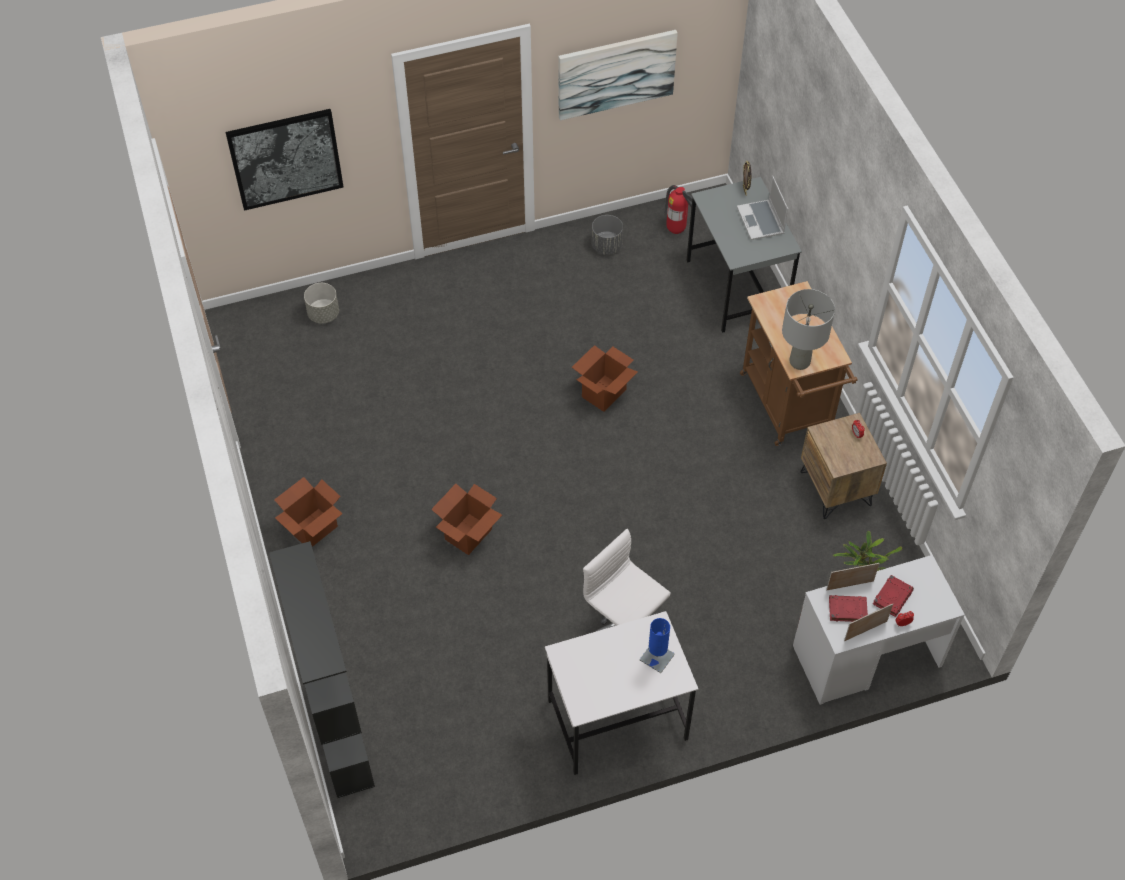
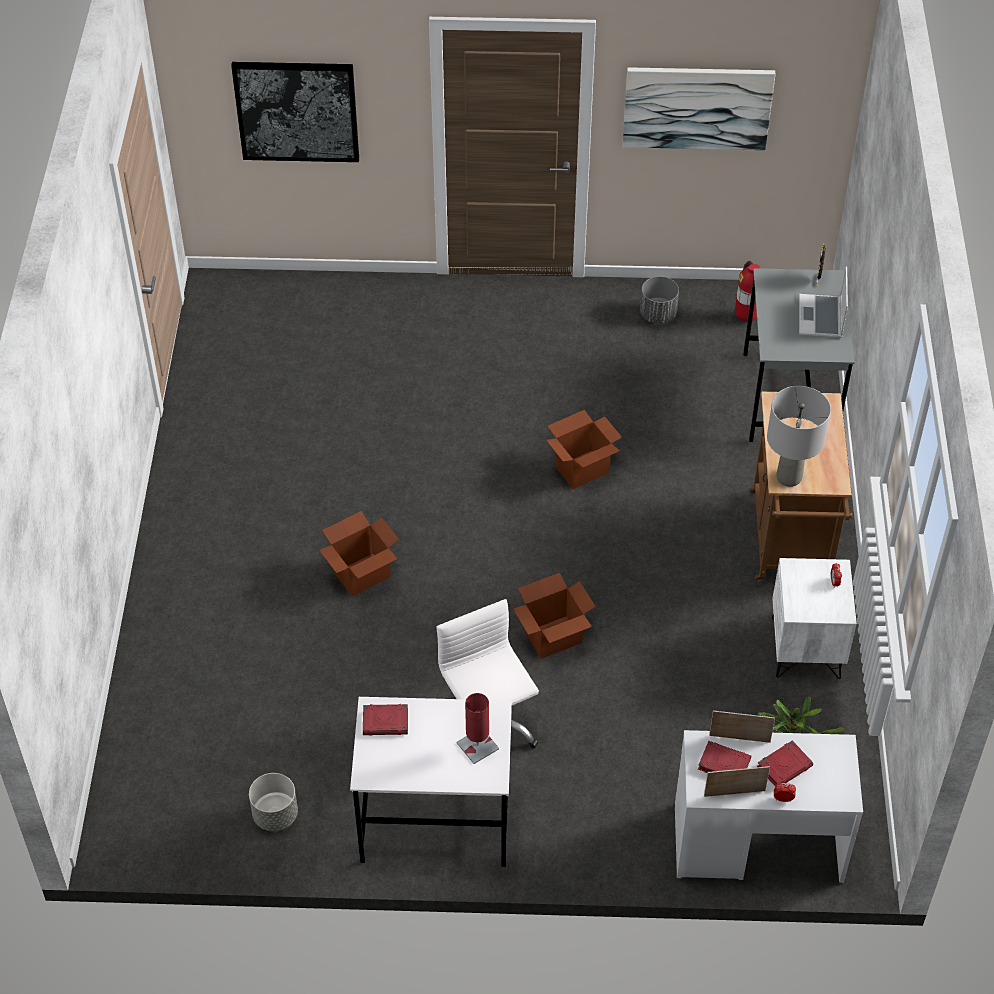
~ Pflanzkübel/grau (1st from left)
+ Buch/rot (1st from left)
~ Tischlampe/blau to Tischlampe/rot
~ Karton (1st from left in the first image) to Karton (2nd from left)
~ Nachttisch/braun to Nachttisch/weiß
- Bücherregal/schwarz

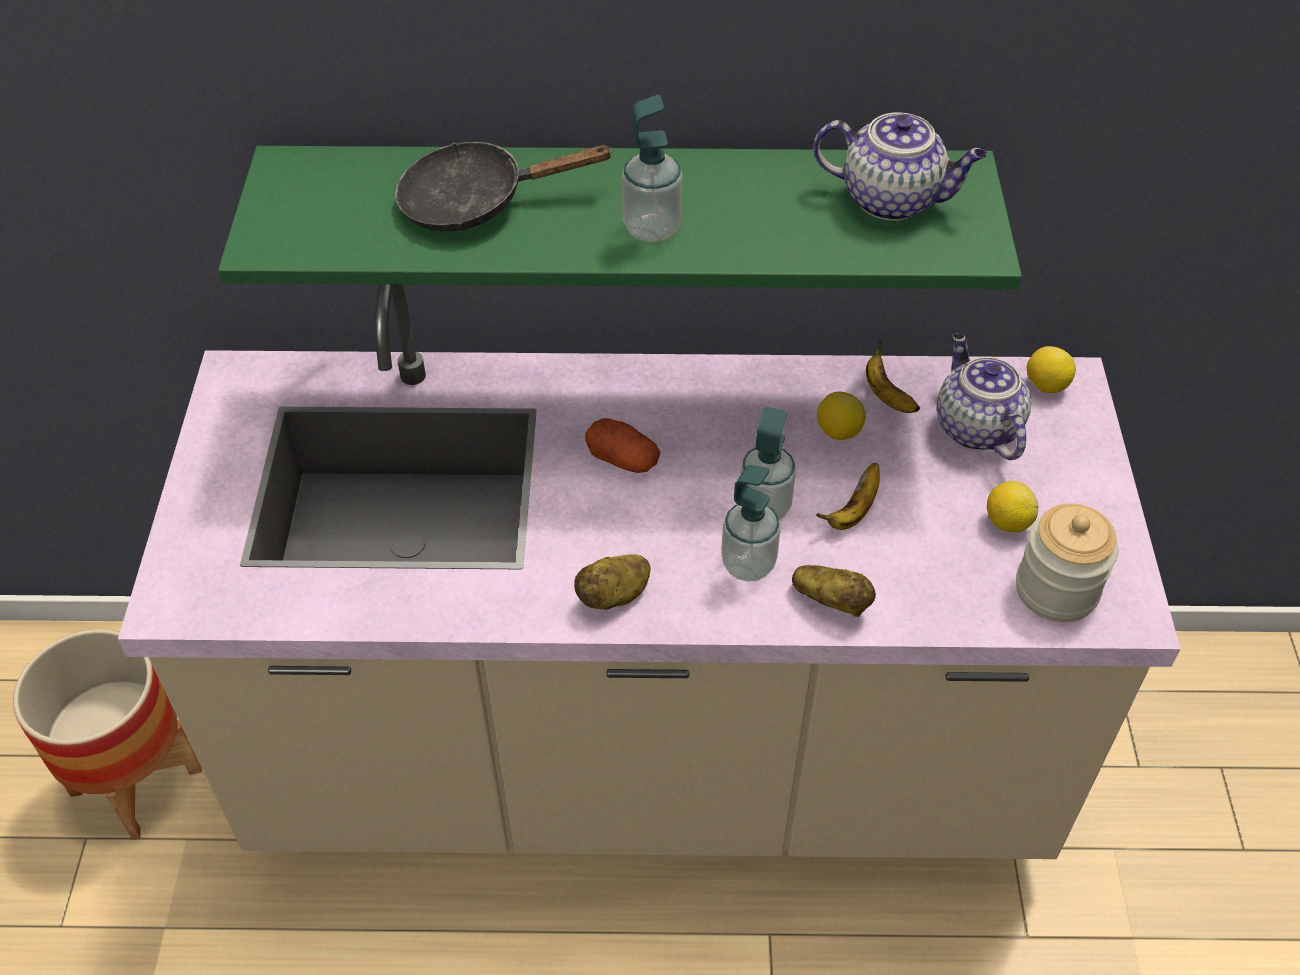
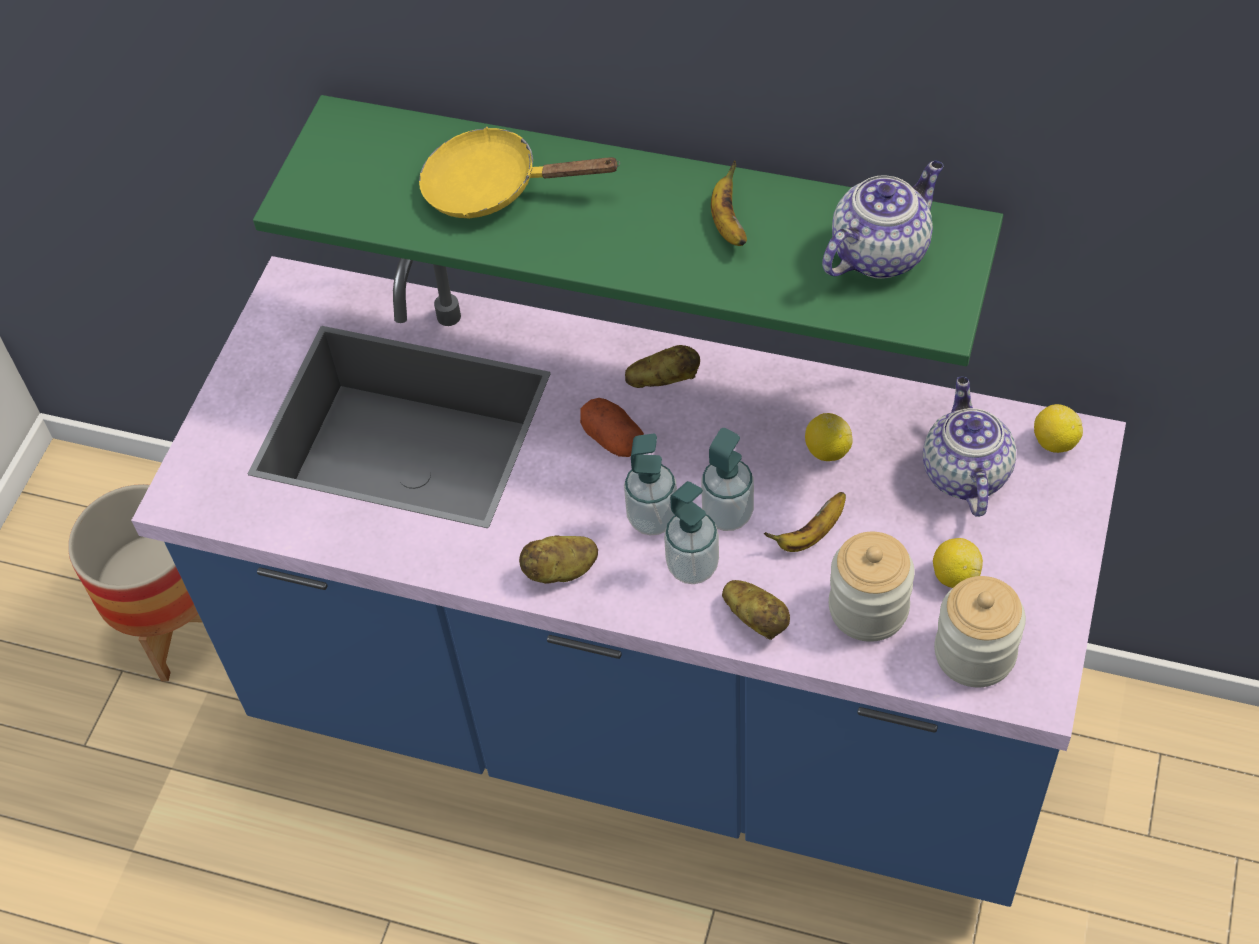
~ Küchenzeile/beige to Küchenzeile/blau
~ Pfanne/schwarz to Pfanne/gelb
~ Seifenspender (1st from left)
+ Kartoffel (3rd from left)
~ Banane (2nd from left in the first image) to Banane (1st from left)
~ Teekanne (1st from left) 75 degrees counterclockwise
+ Vorratsglas (1st from left)

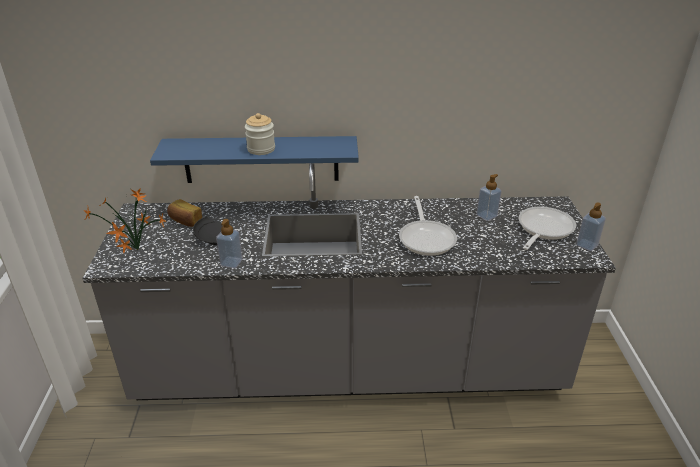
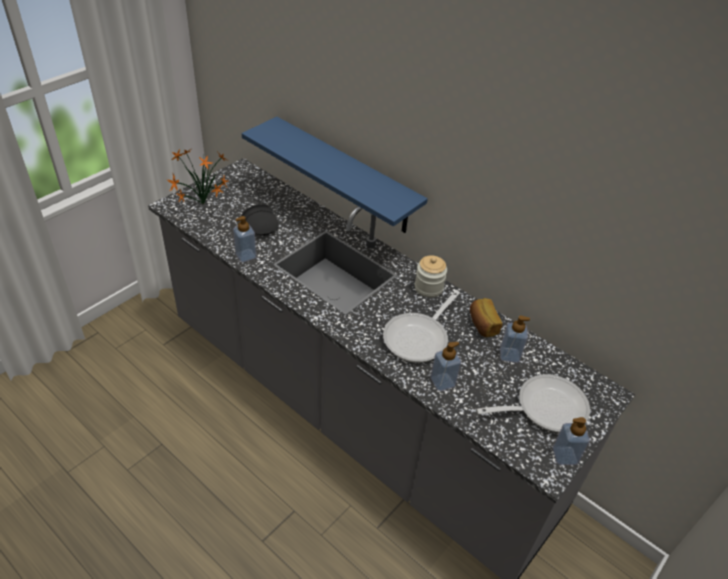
~ Vorratsglas
+ Seifenspender (2nd from left)
~ Brot

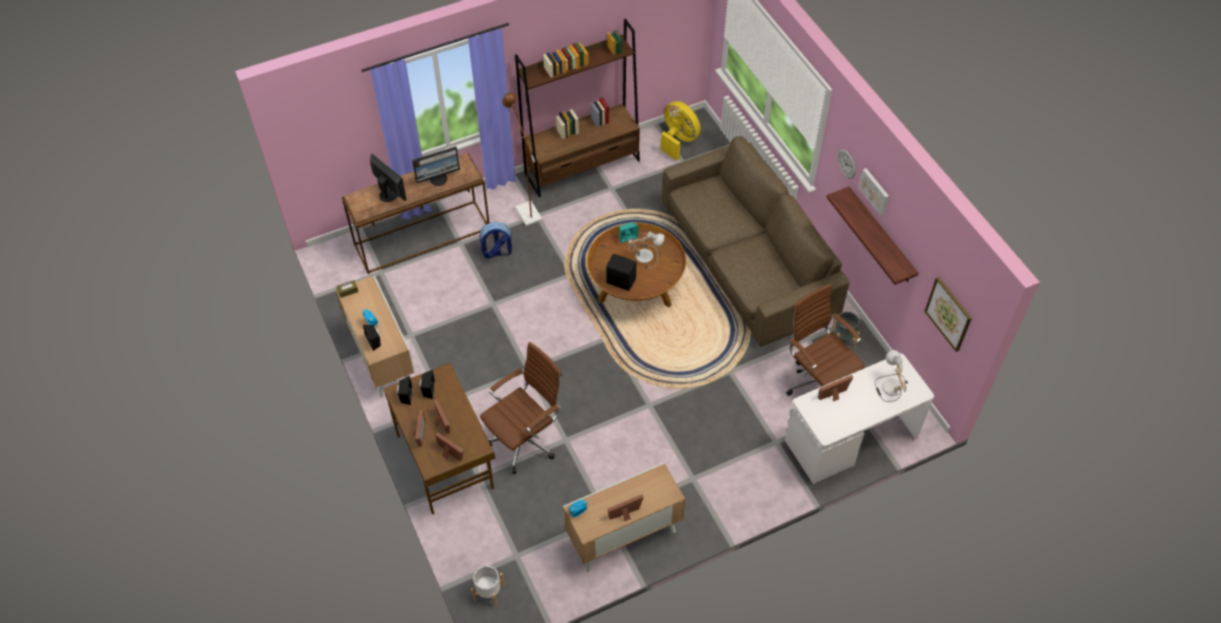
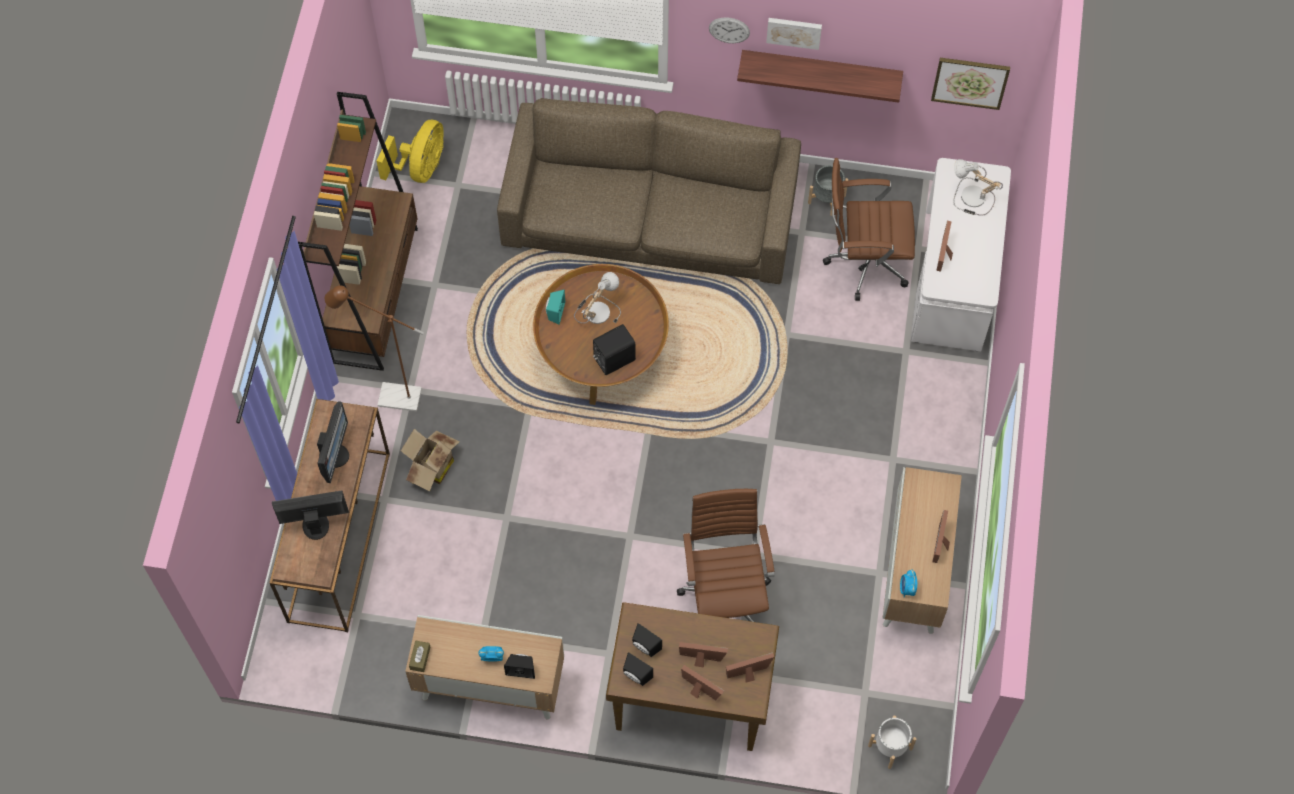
~ Ventilator/gelb 120 degrees clockwise
~ Rucksack to Karton

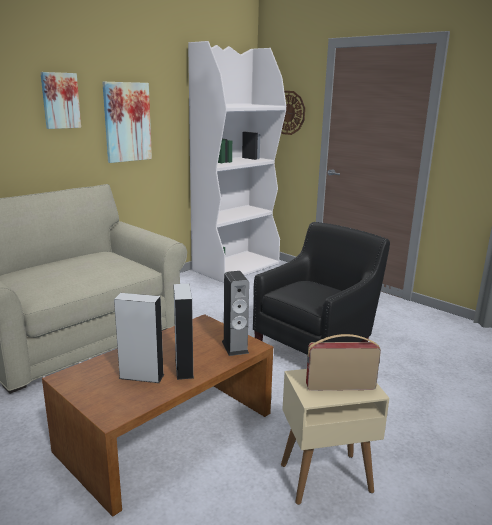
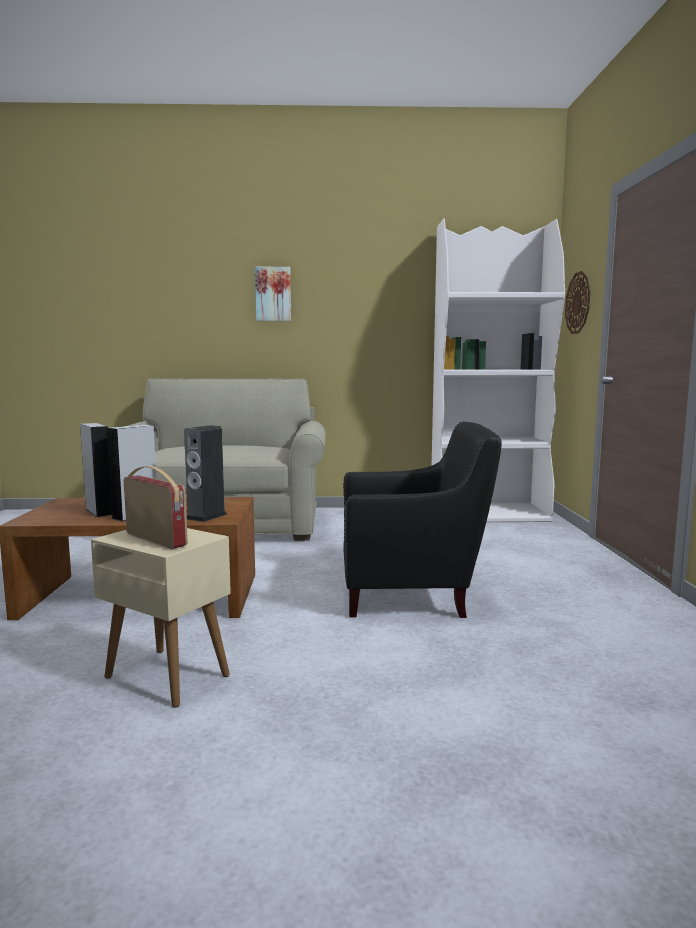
- Bild (2nd from left)

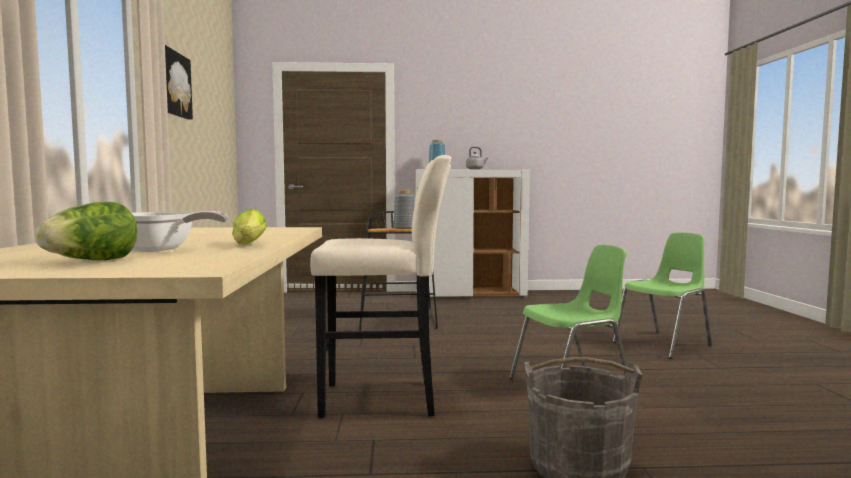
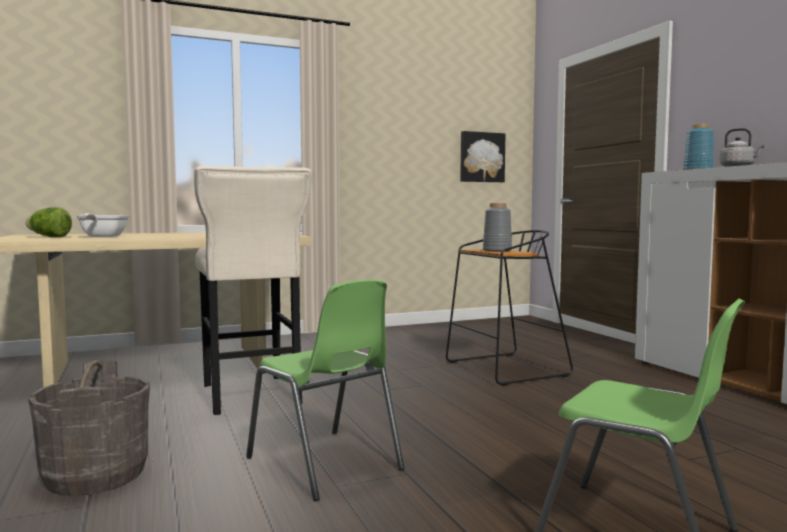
~ Bild
- Salatkopf (2nd from left)

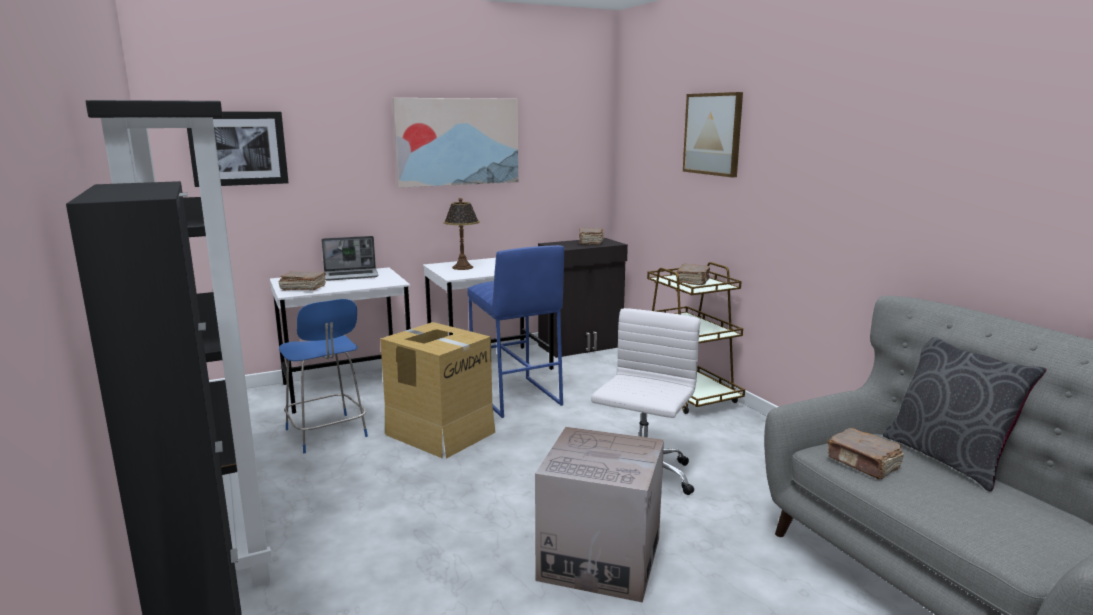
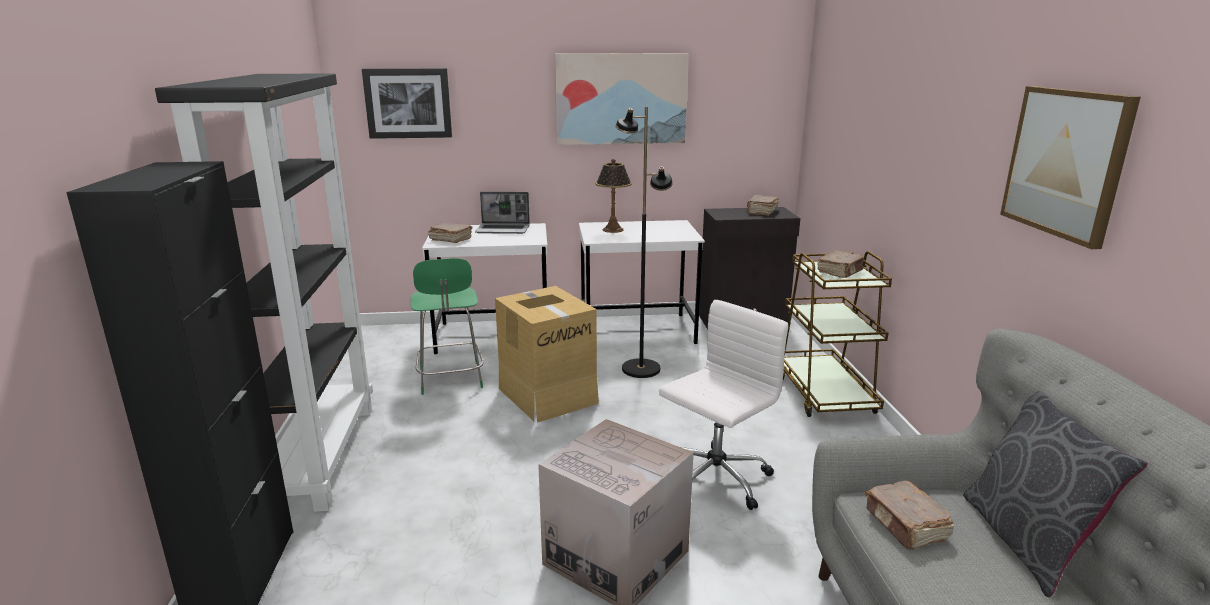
~ Stuhl/blau to Stuhl/grün
~ Hocker/blau to Stehlampe/schwarz
~ Bild (3rd from left)

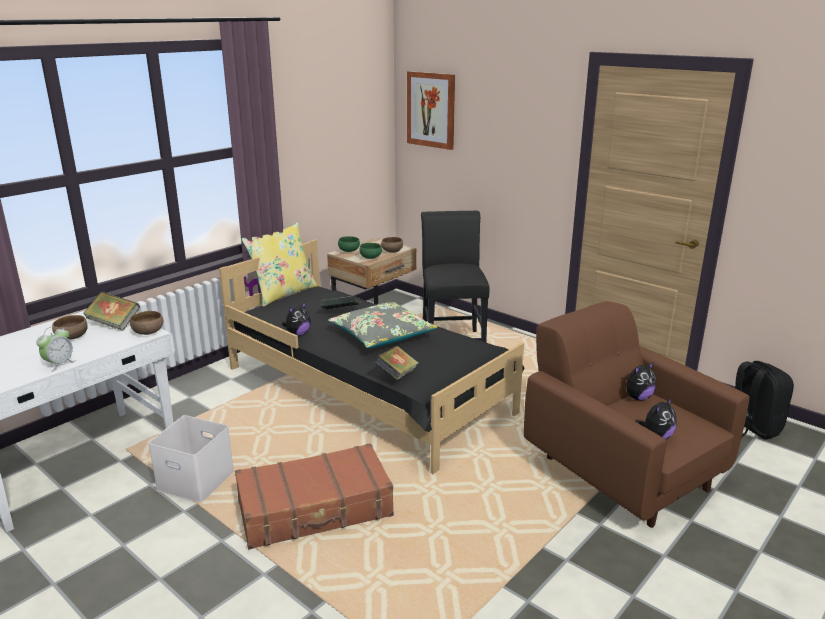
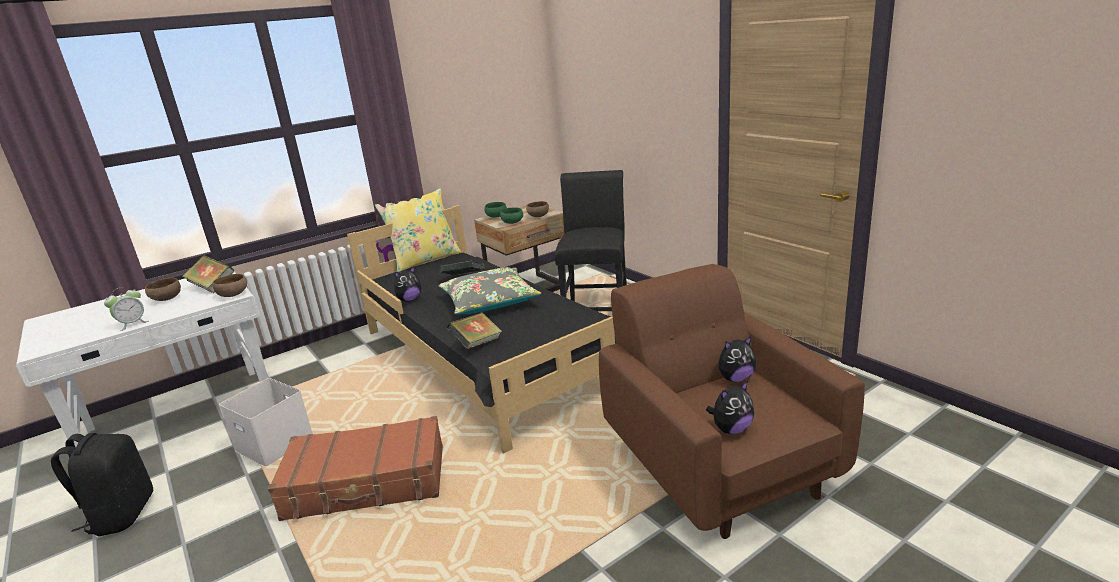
~ Rucksack/schwarz
- Bild

